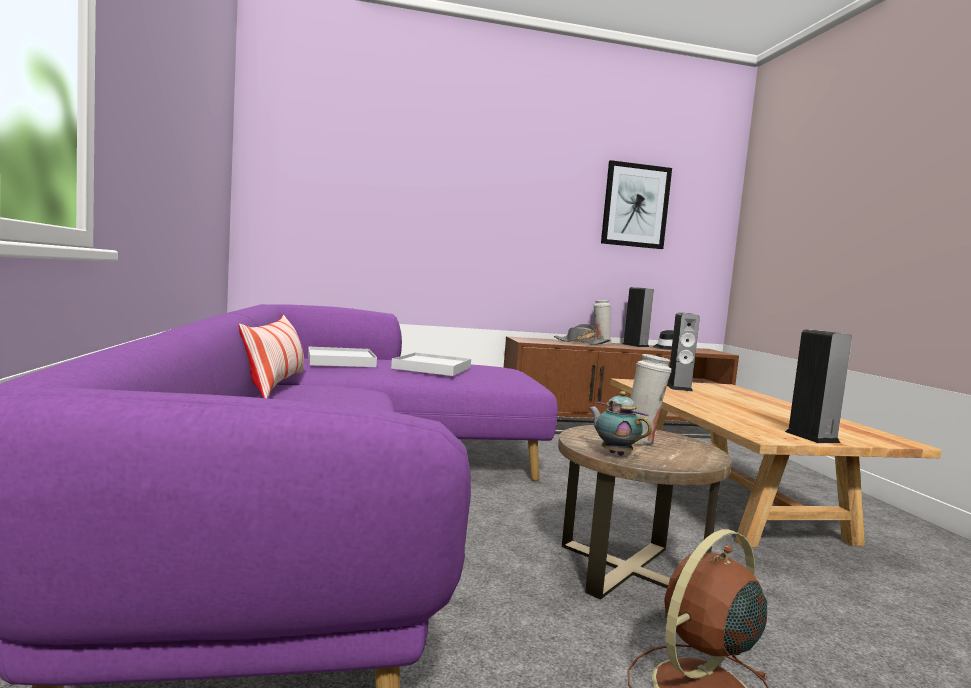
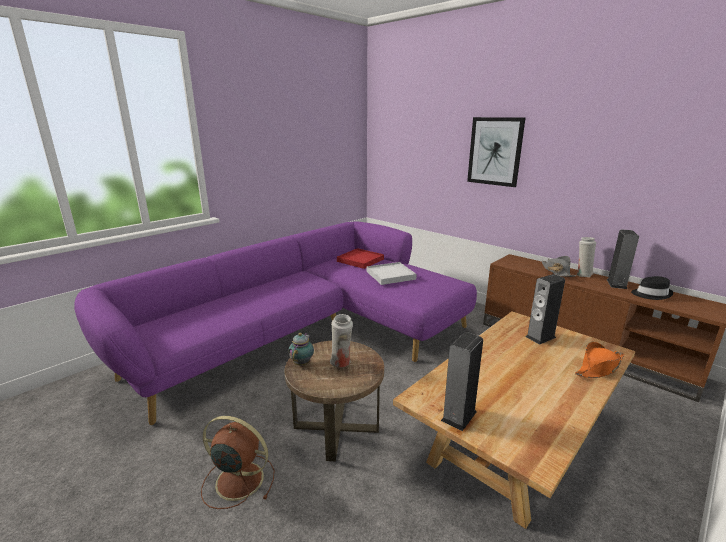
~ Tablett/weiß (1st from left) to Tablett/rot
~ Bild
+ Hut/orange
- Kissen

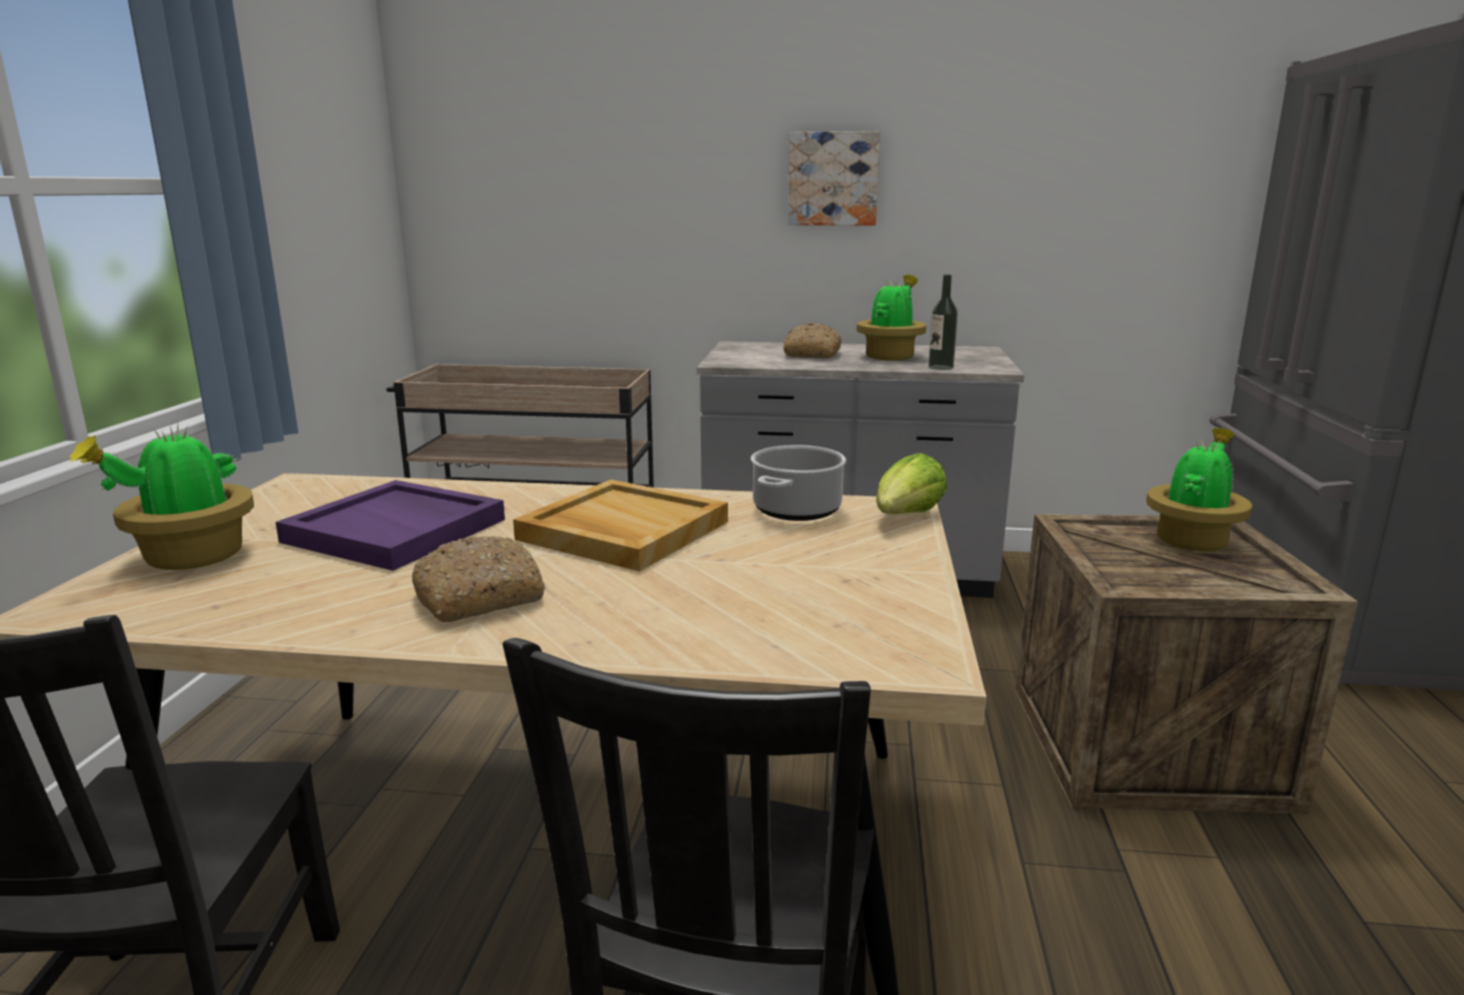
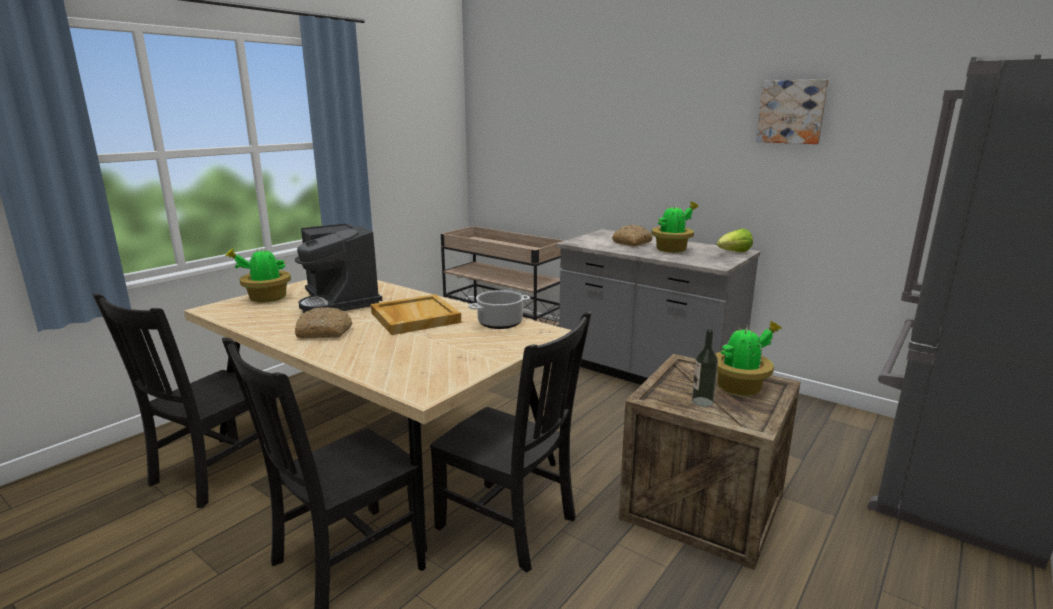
~ Tablett/lila to Kaffeemaschine
+ Stuhl/schwarz (3rd from left)
~ Flasche
~ Salatkopf
~ Bild

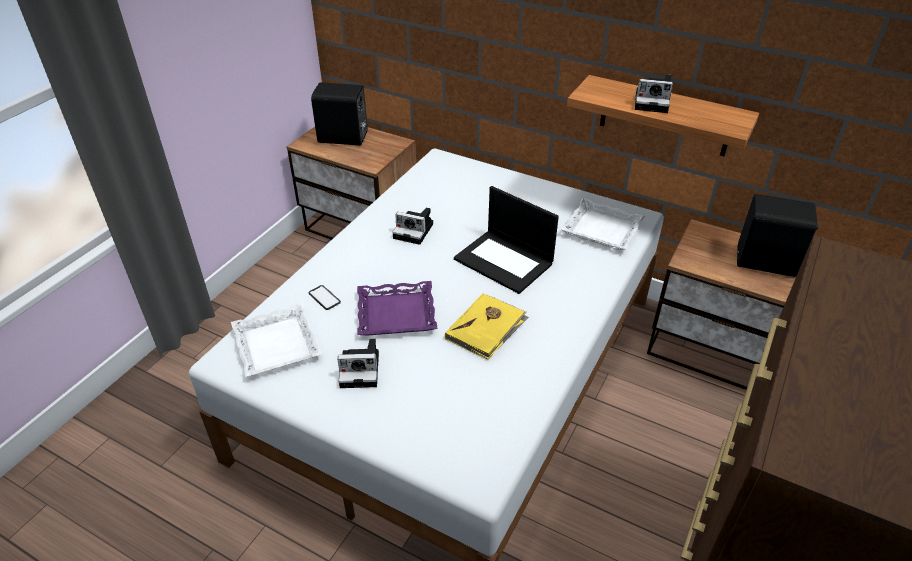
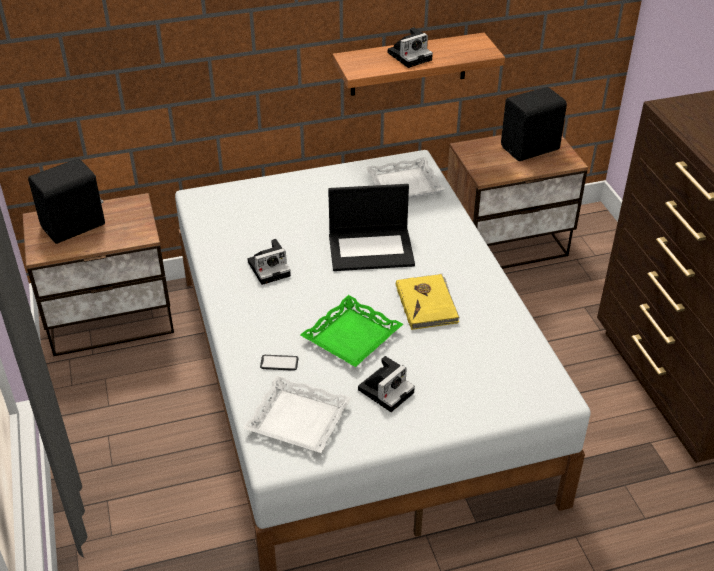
~ Tablett/lila to Tablett/grün

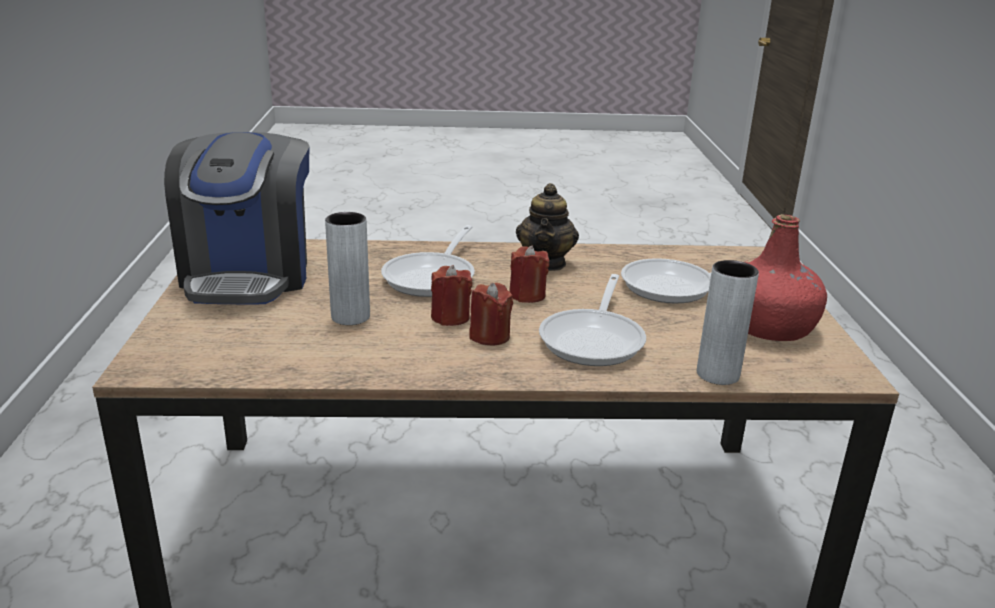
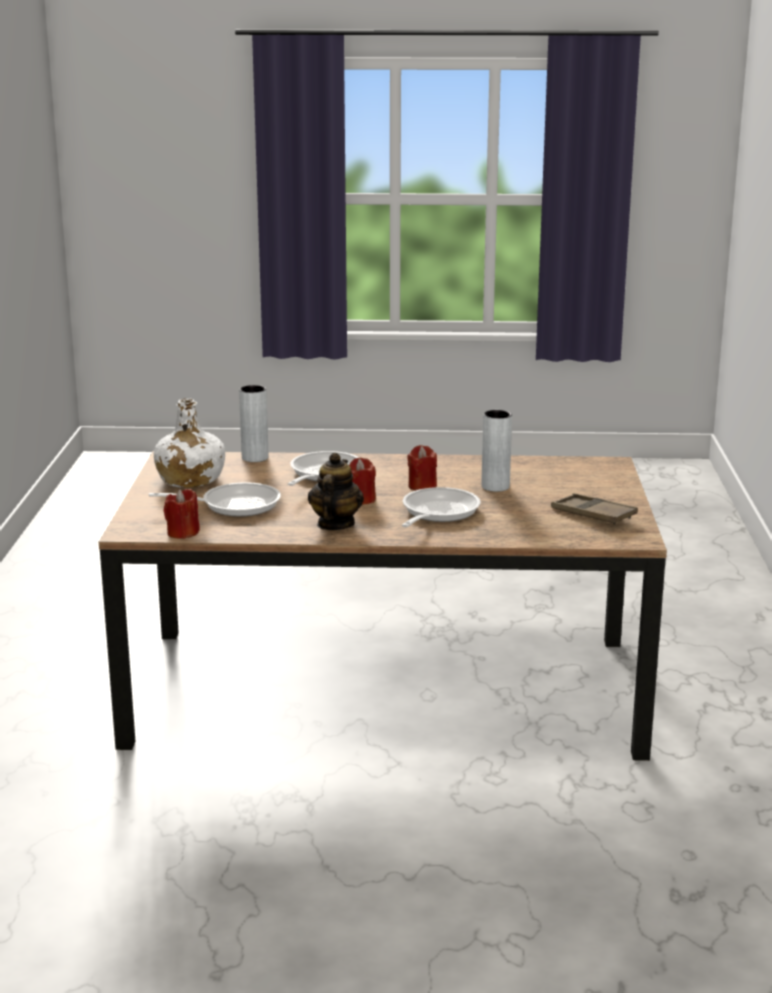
~ Flasche/rot to Flasche/weiß
~ Kerze/rot (2nd from left in the first image) to Kerze/rot (1st from left)
~ Kaffeemaschine to Tablett/braun

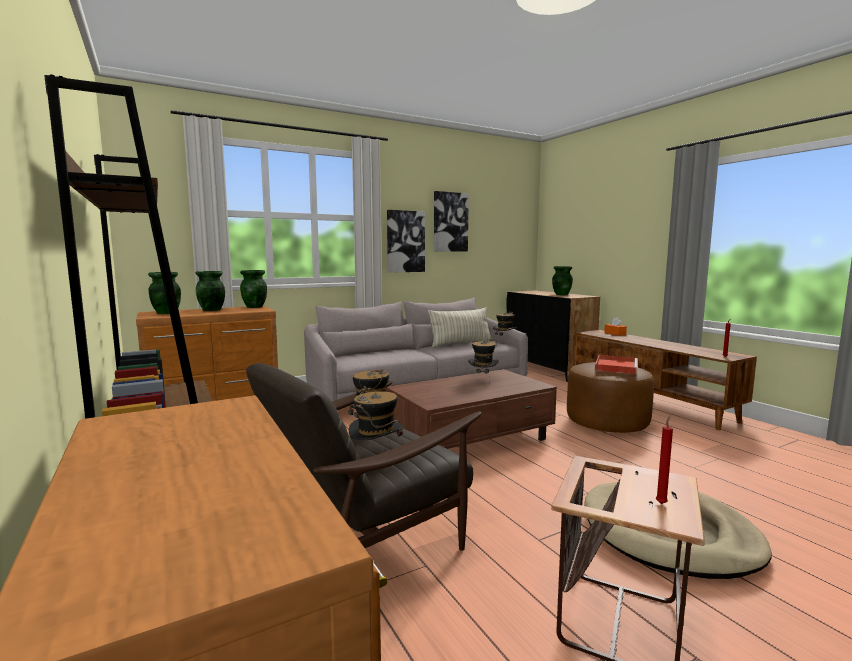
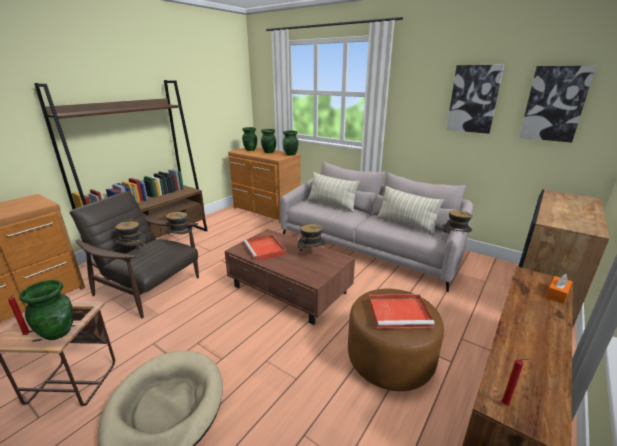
~ Vase/grün (4th from left in the first image) to Vase/grün (1st from left)
+ Tablett/rot (1st from left)
+ Kissen (1st from left)
~ Bild (1st from left in the first image) to Bild (2nd from left)

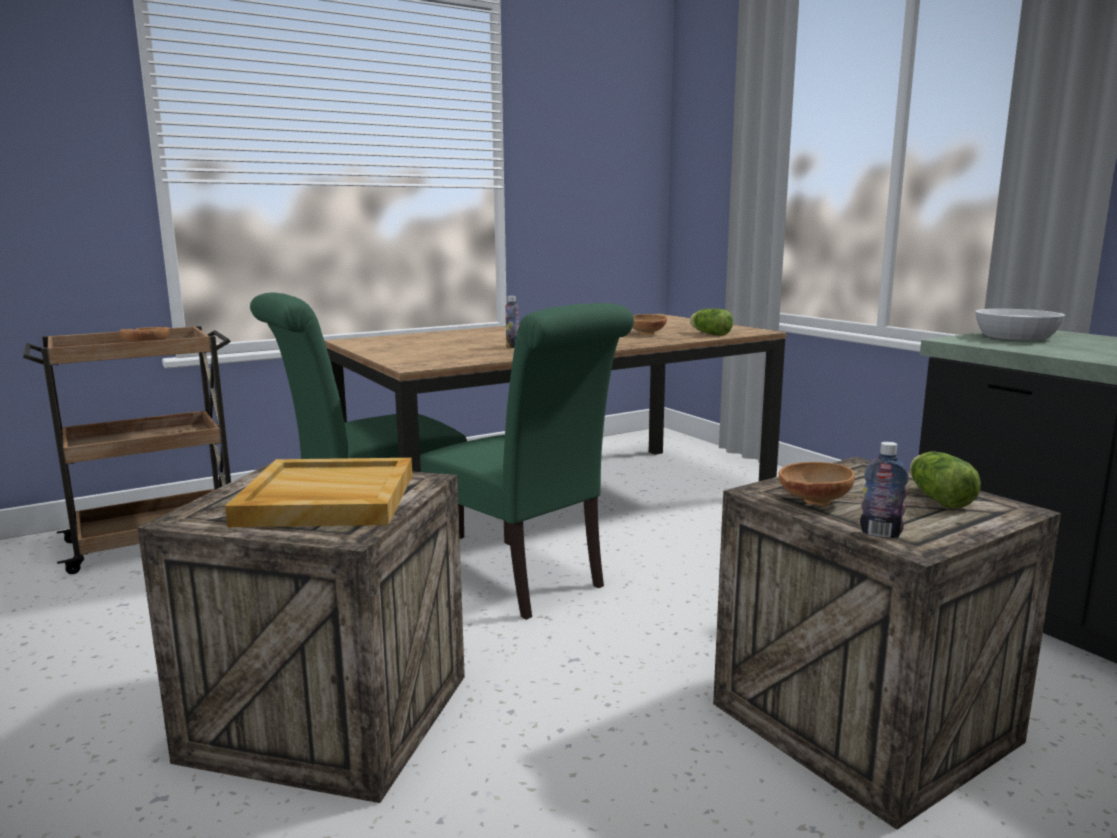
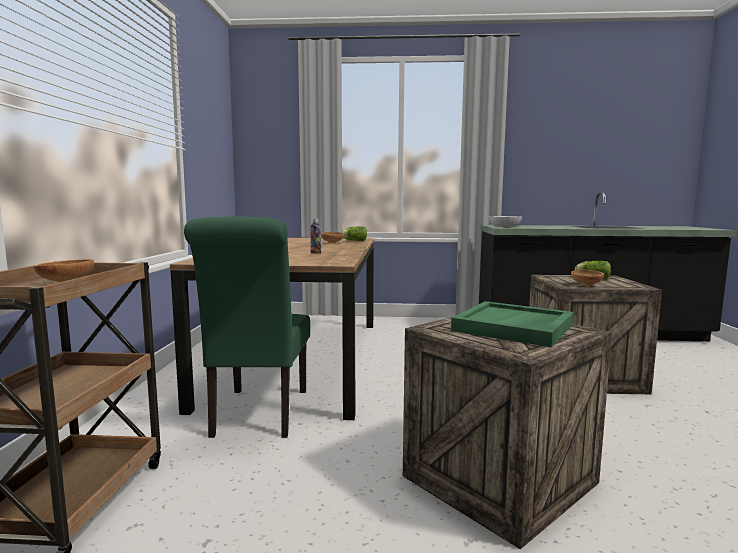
~ Tablett/beige to Tablett/grün
- Stuhl/grün (2nd from left)
- Flasche (2nd from left)

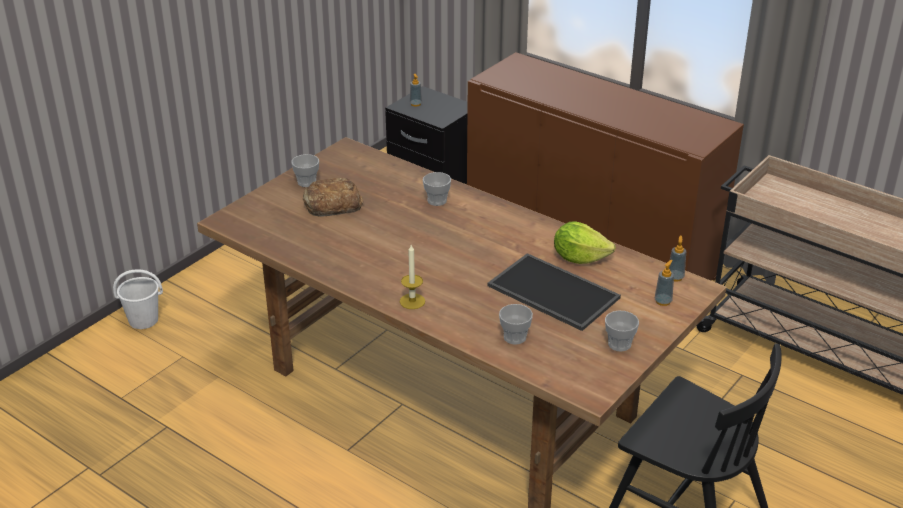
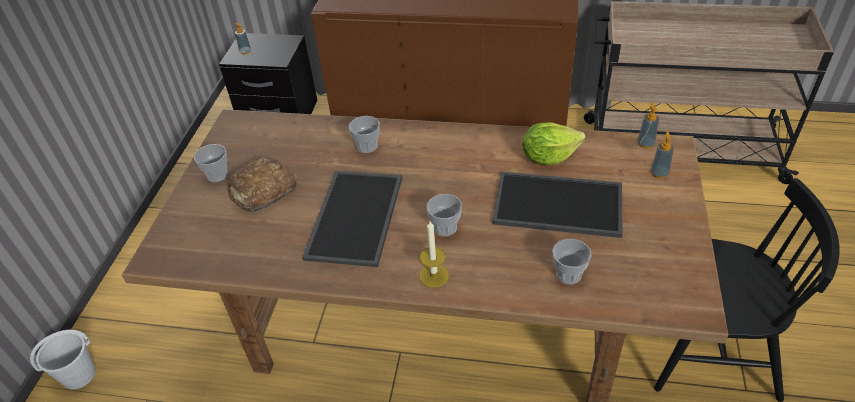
+ Tablett (1st from left)
~ Tasse (4th from left in the first image) to Tasse (3rd from left)

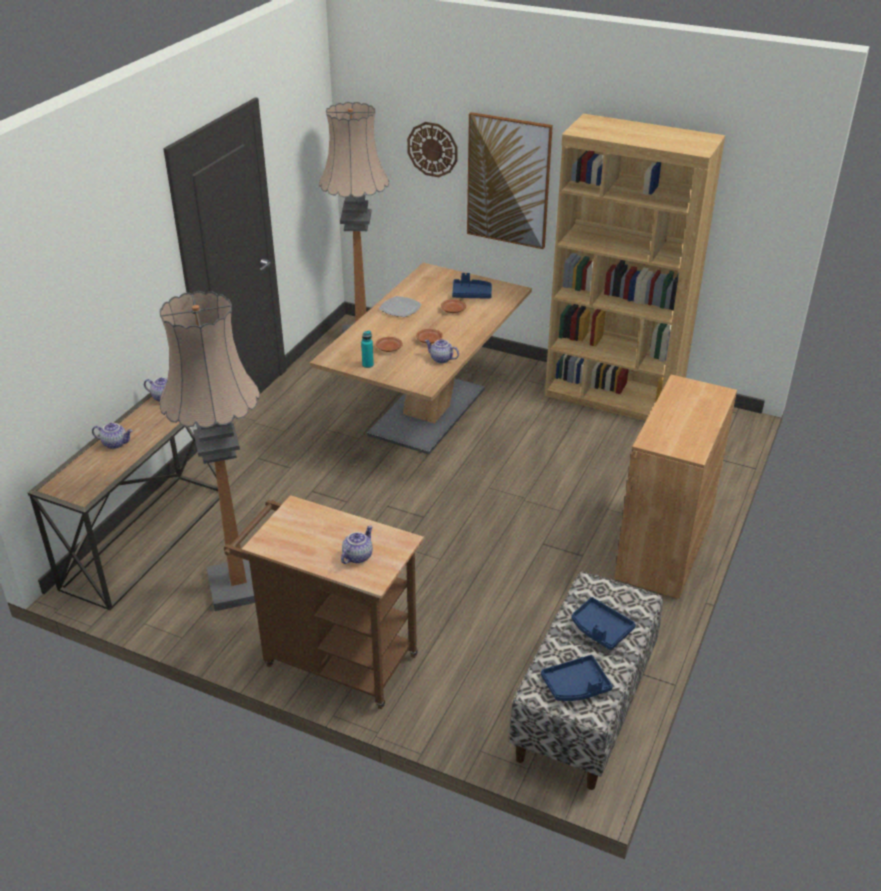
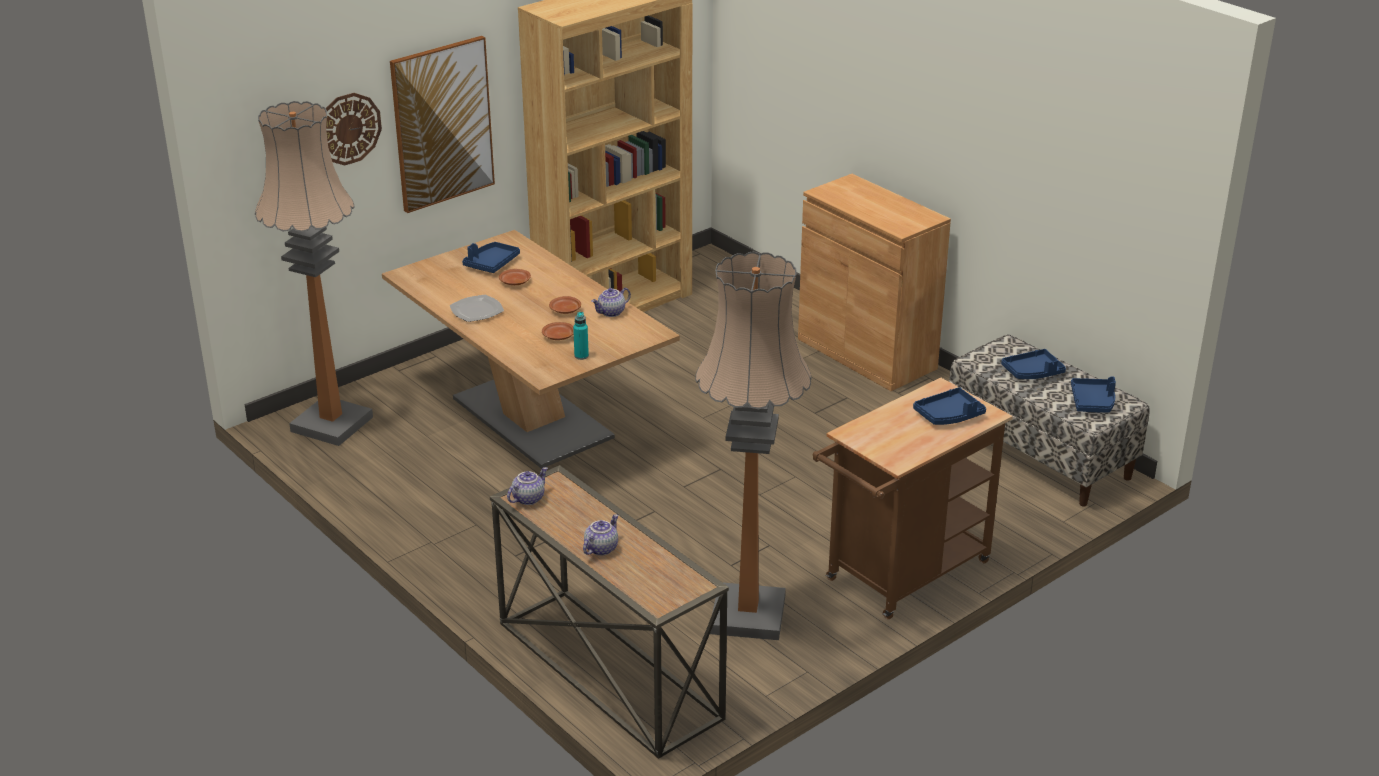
~ Teekanne (3rd from left) to Tablett/blau (2nd from left)

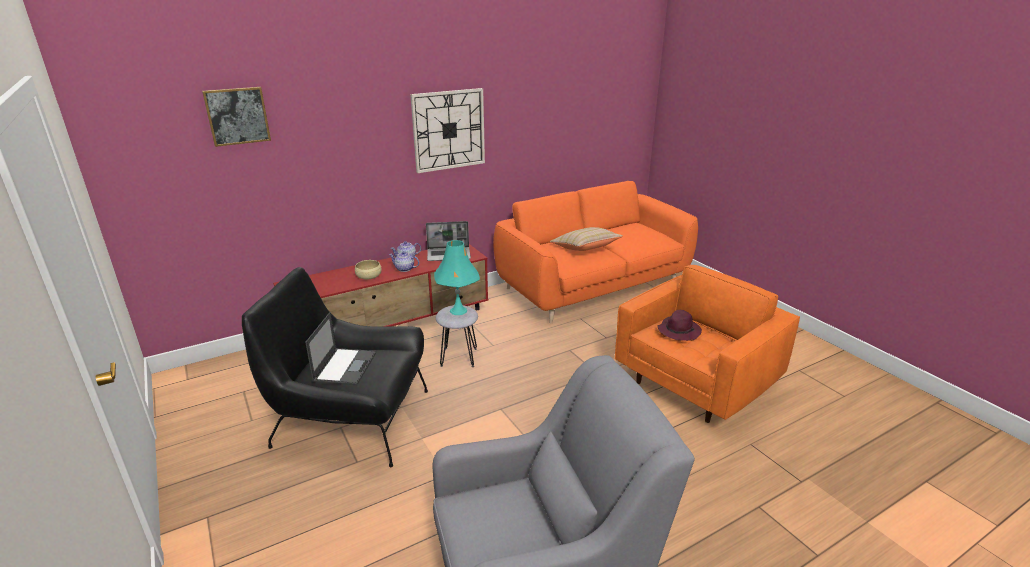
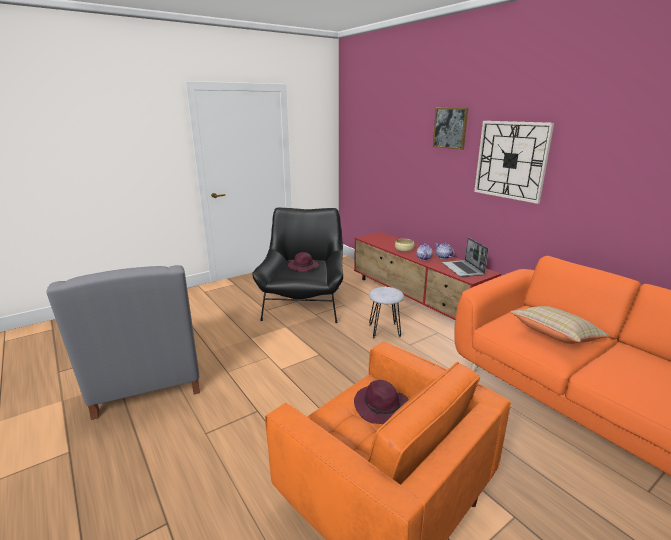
~ Laptop (1st from left) to Hut/lila (1st from left)
~ Bild
- Tischlampe/türkis

